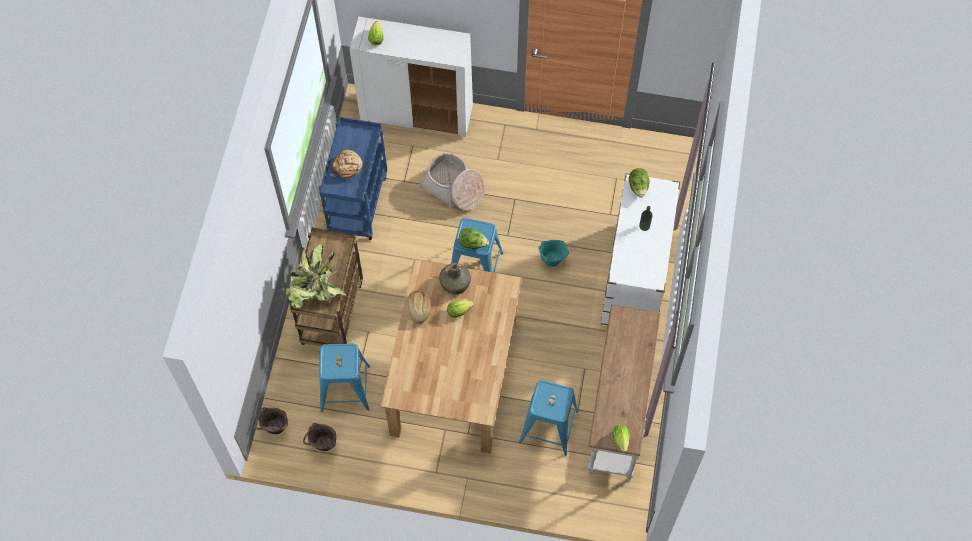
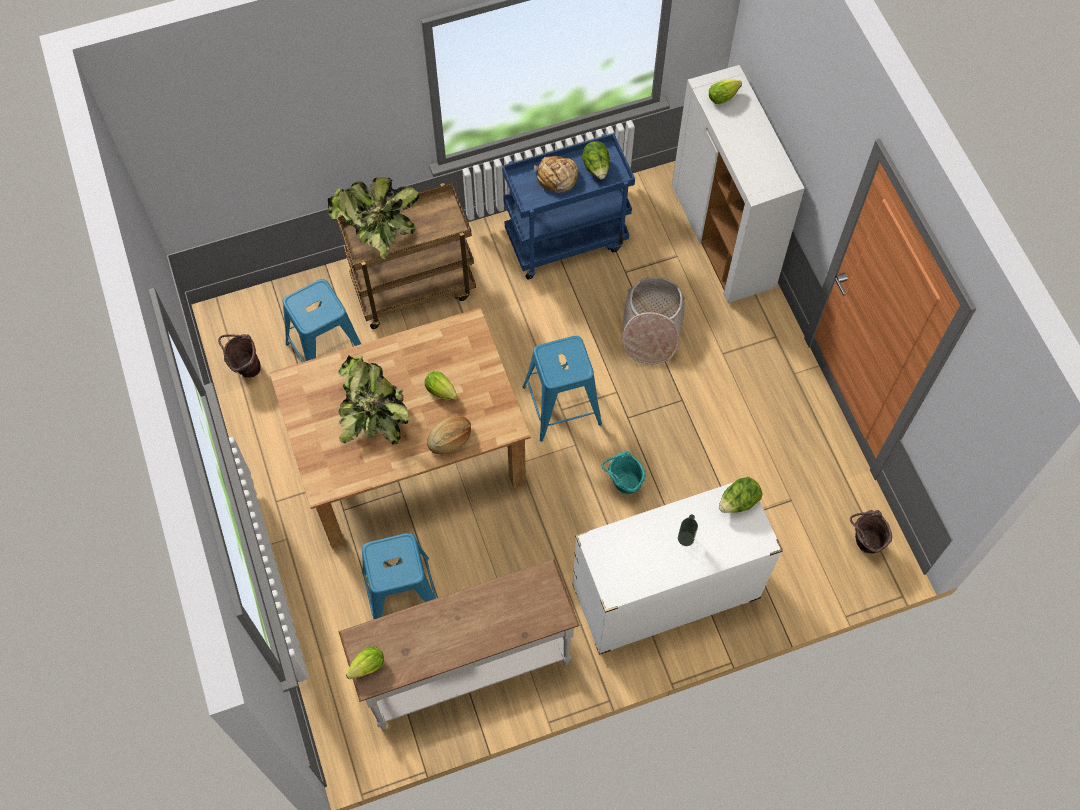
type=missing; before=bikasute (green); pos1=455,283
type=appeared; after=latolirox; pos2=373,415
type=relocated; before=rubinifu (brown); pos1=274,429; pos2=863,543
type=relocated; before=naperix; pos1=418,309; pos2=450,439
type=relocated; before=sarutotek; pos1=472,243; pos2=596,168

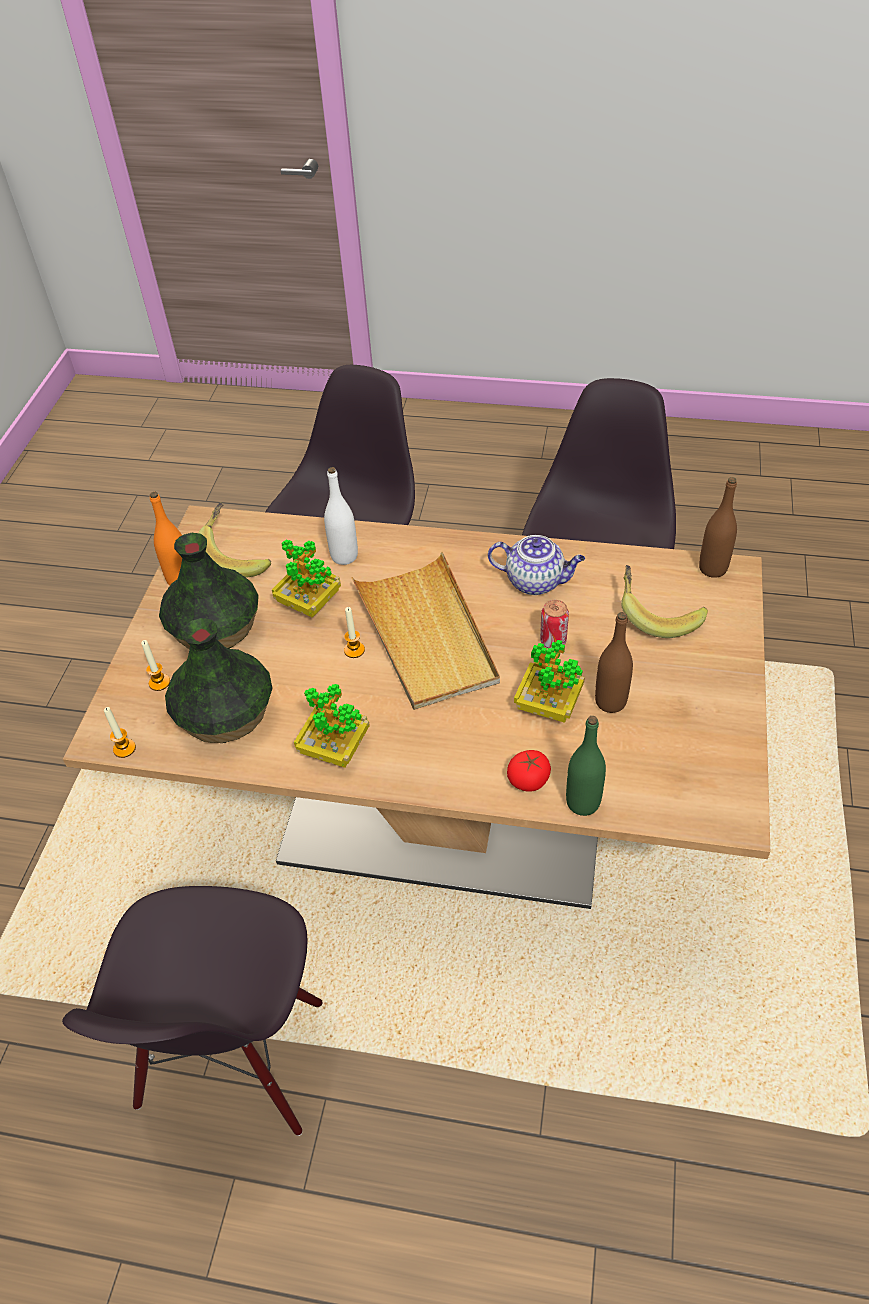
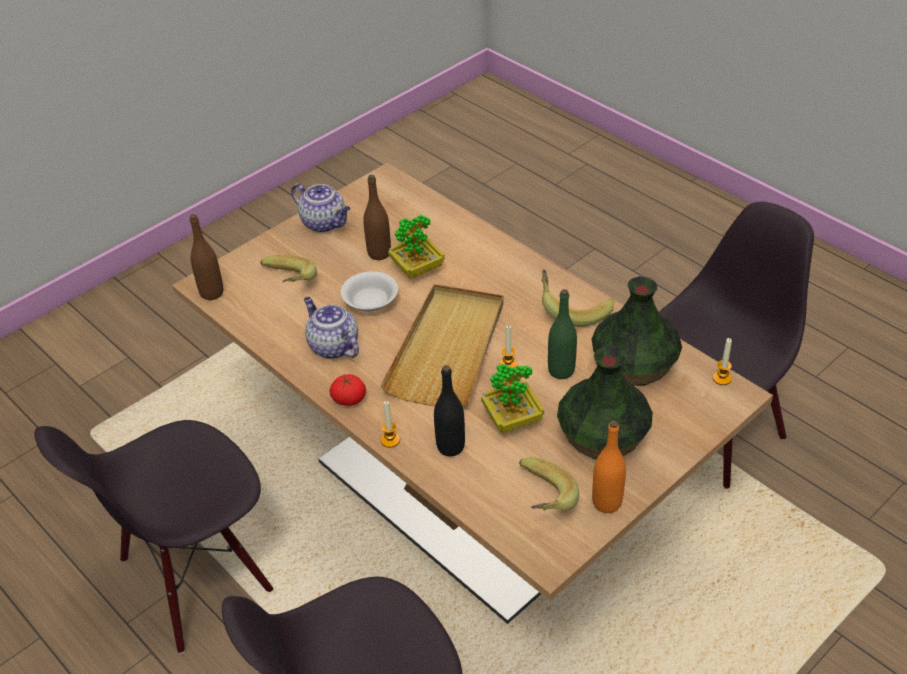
type=appeared; after=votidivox; pos2=325,223
type=relocated; before=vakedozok; pos1=159,682; pos2=390,440
type=relocated; before=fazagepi; pos1=528,779; pos2=349,398
type=relocated; before=bikasute (green); pos1=583,802; pos2=561,370
type=exchanged; before=latolirox; after=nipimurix; pos1=334,748; pos2=573,309
type=exchanged; before=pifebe; after=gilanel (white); pos1=553,641; pos2=370,302
type=colour; before=bikasute (white); after=bikasute (black); pos1=344,556; pos2=450,446

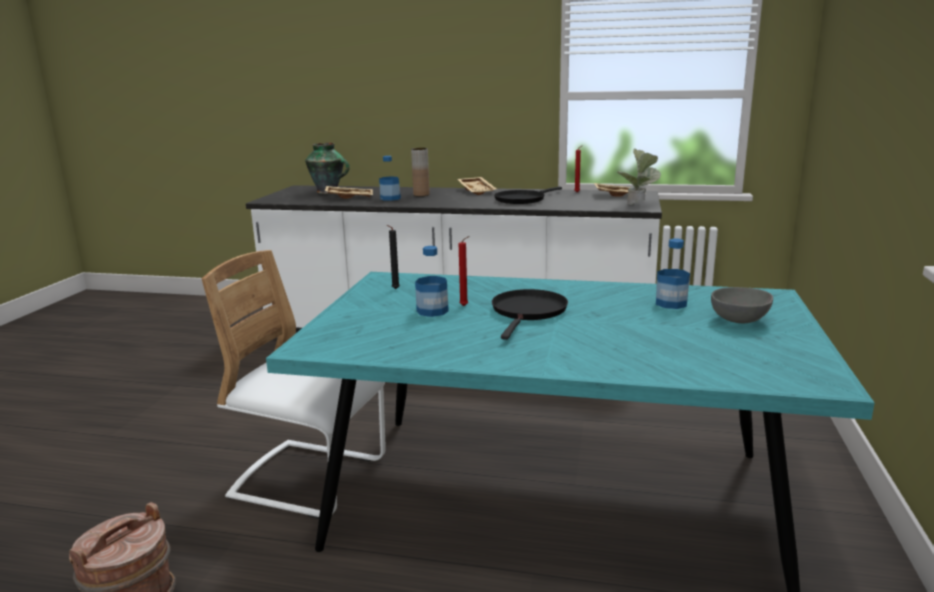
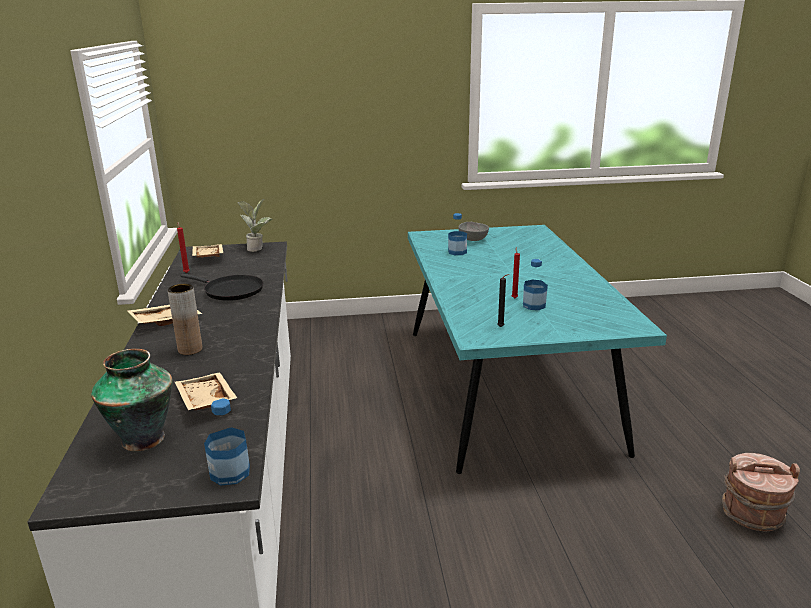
type=missing; before=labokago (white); pos1=309,479
type=missing; before=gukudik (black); pos1=528,312
type=relocated; before=bikasute; pos1=390,198; pos2=230,472

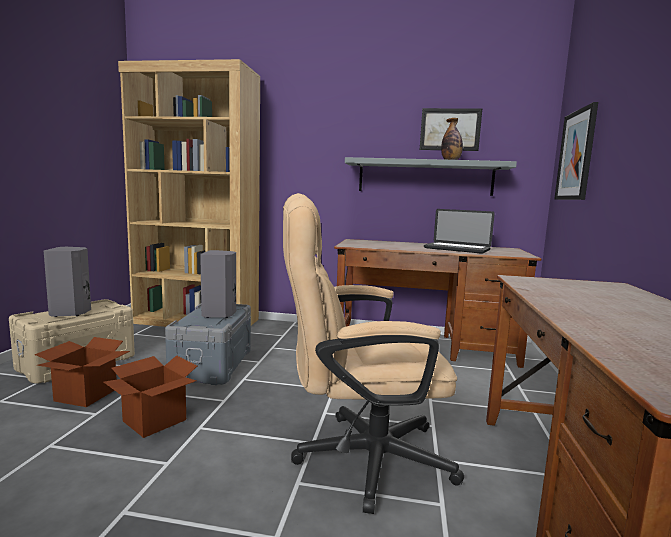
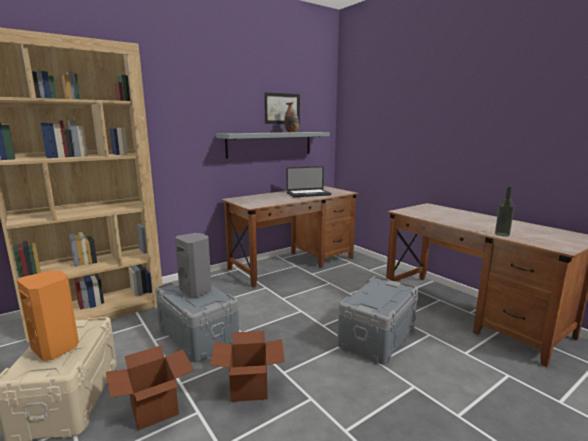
type=missing; before=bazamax; pos1=576,155
type=appeared; after=bikasute; pos2=502,234
type=exchanged; before=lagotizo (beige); after=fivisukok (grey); pos1=358,458; pos2=376,336
type=colour; before=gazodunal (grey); after=gazodunal (orange); pos1=72,313; pos2=57,348

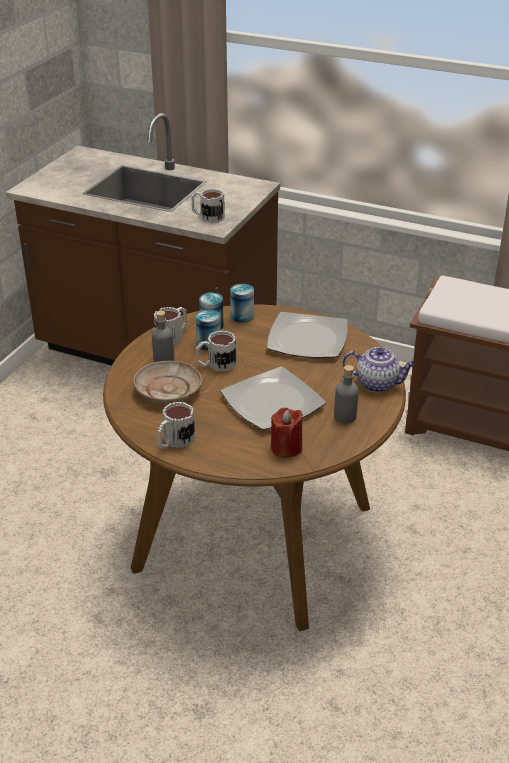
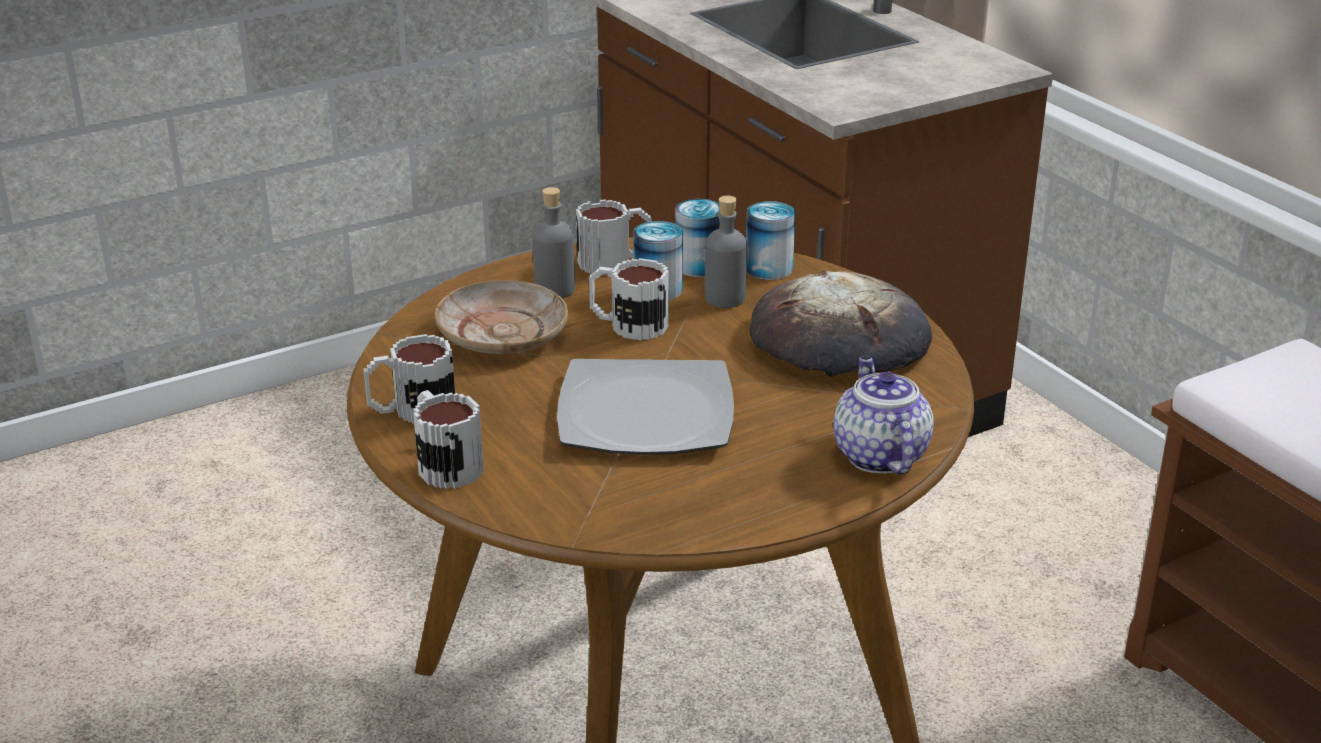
type=missing; before=vakedozok (red); pos1=286,448
type=relocated; before=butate; pos1=207,217; pos2=444,463
type=relocated; before=bikasute (grey); pos1=345,417; pos2=725,298
type=exchanged; before=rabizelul; after=naperix; pos1=308,339; pos2=839,340
type=spun; before=votidivox; pos1=378,384; pos2=878,455; turn=-150

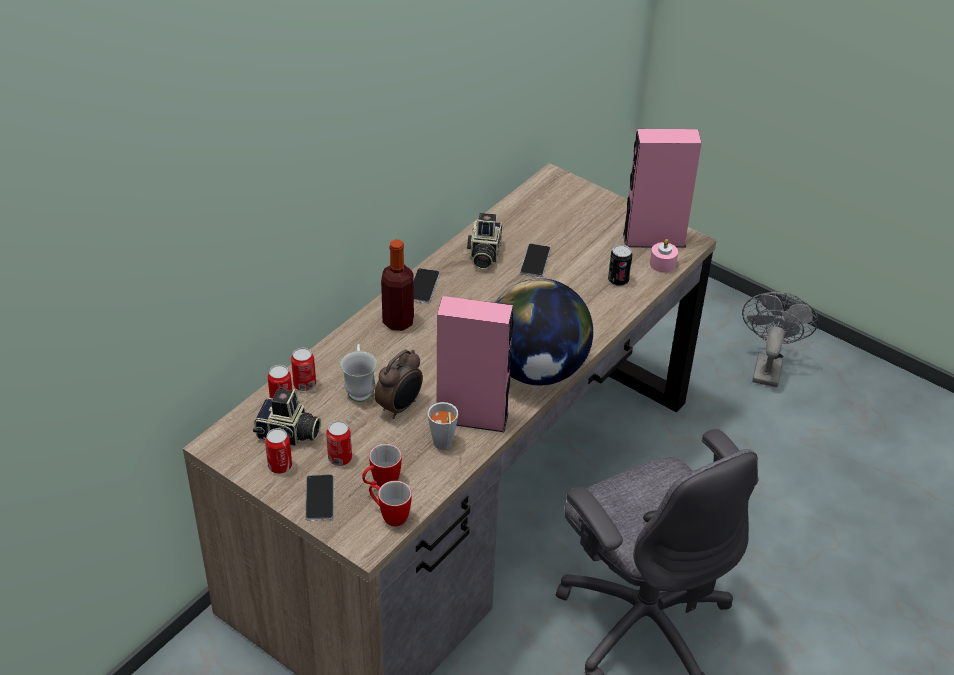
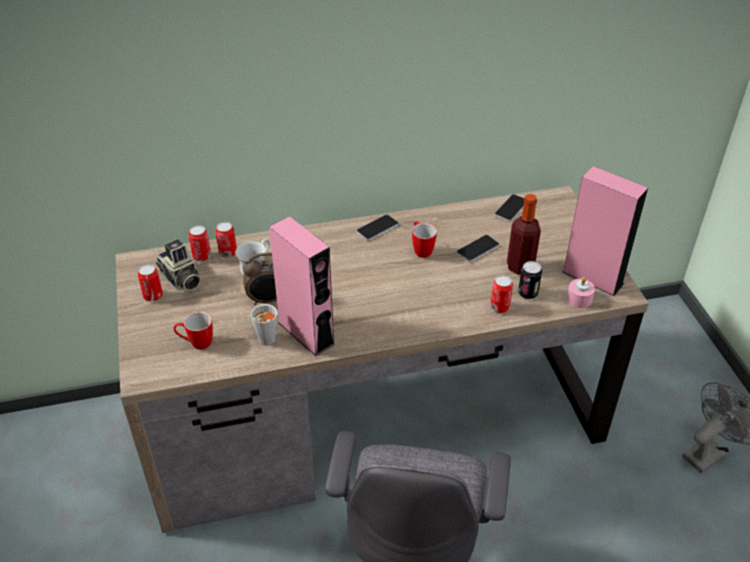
type=missing; before=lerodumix; pos1=483,255
type=missing; before=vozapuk; pos1=537,370
type=relocated; before=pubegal; pos1=320,498; pos2=511,208
type=relocated; before=pifebe; pos1=340,458; pos2=499,307
type=relocated; before=butate; pos1=389,515; pos2=421,249
type=relocated; before=bikasute; pos1=398,321; pos2=520,266

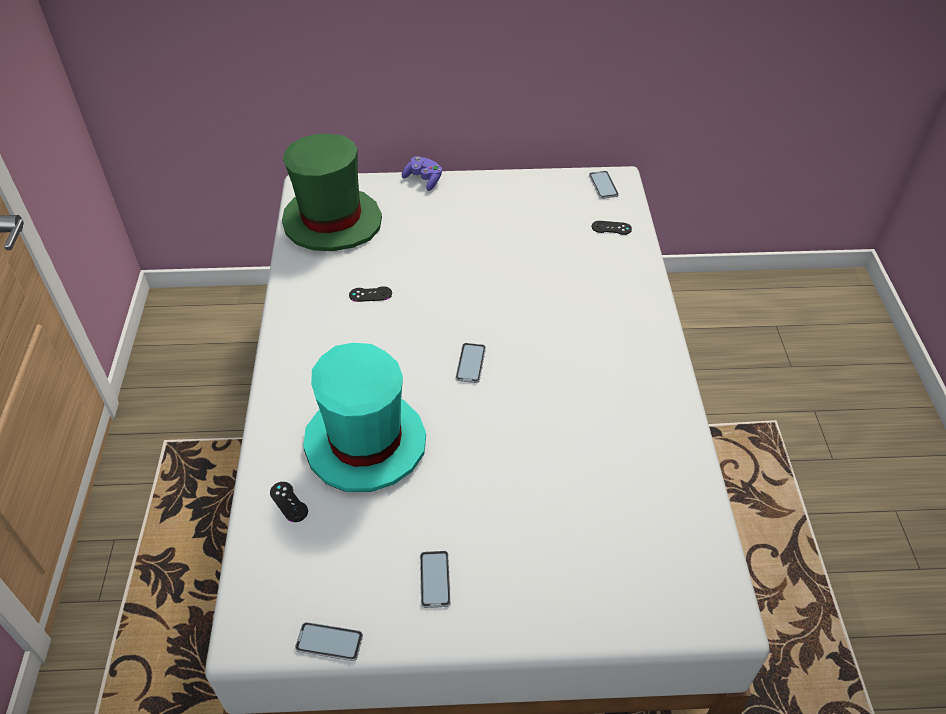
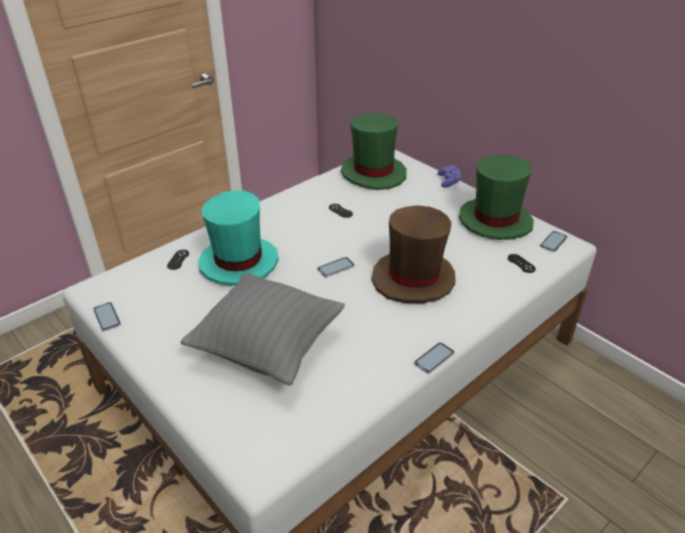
type=appeared; after=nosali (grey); pos2=268,347
type=appeared; after=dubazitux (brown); pos2=413,279
type=appeared; after=dubazitux (green); pos2=495,221
type=relocated; before=pubegal; pos1=435,579; pos2=434,358

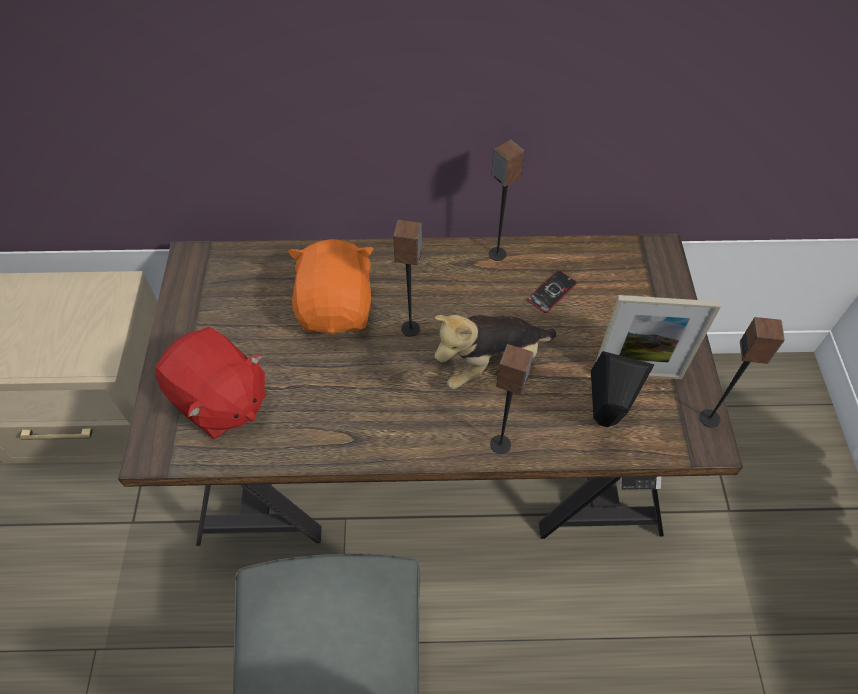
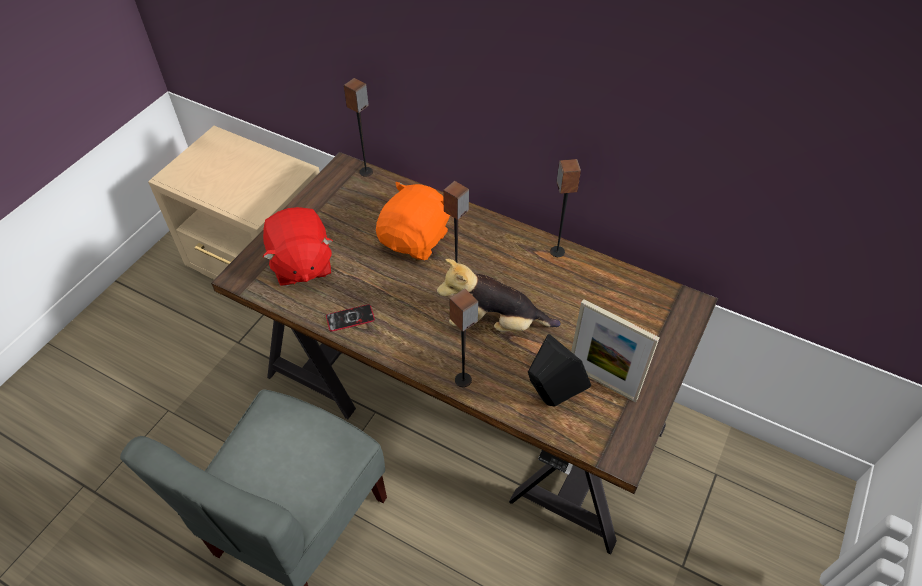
type=relocated; before=pubegal; pos1=552,292; pos2=350,318
type=relocated; before=gazodunal; pos1=710,418; pos2=366,172

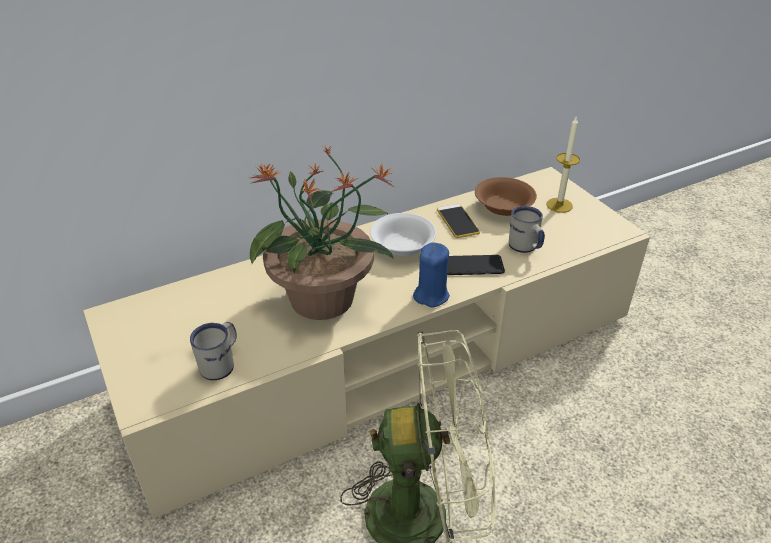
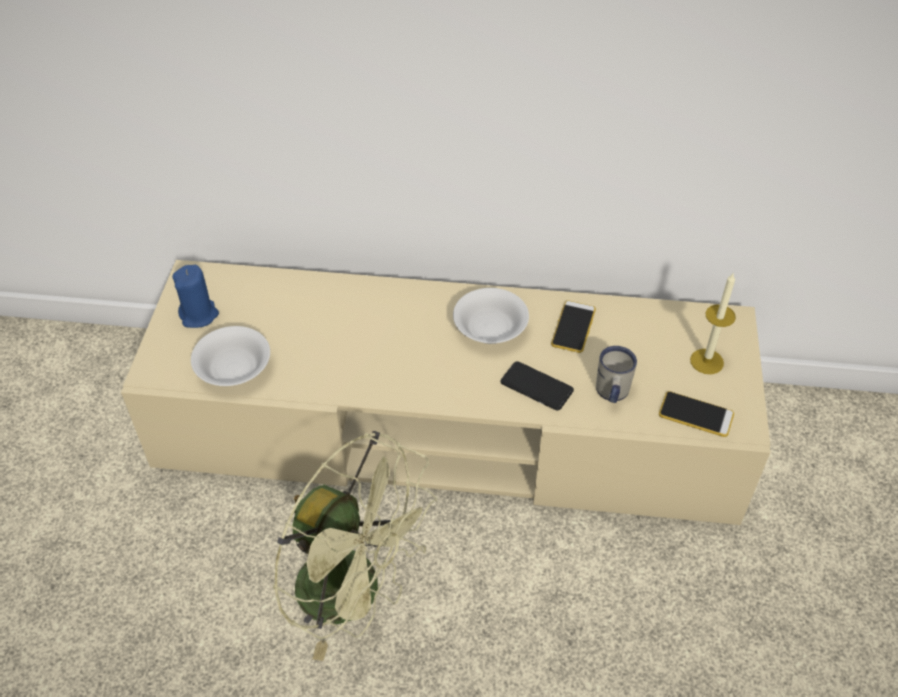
type=missing; before=latolirox; pos1=324,300
type=missing; before=gilanel (brown); pos1=503,207
type=appeared; after=pubegal; pos2=696,414
type=relocated; before=vakedozok (blue); pos1=431,295; pos2=199,315
type=exchanged; before=butate (white); after=gilanel (white); pos1=221,364; pos2=234,368

